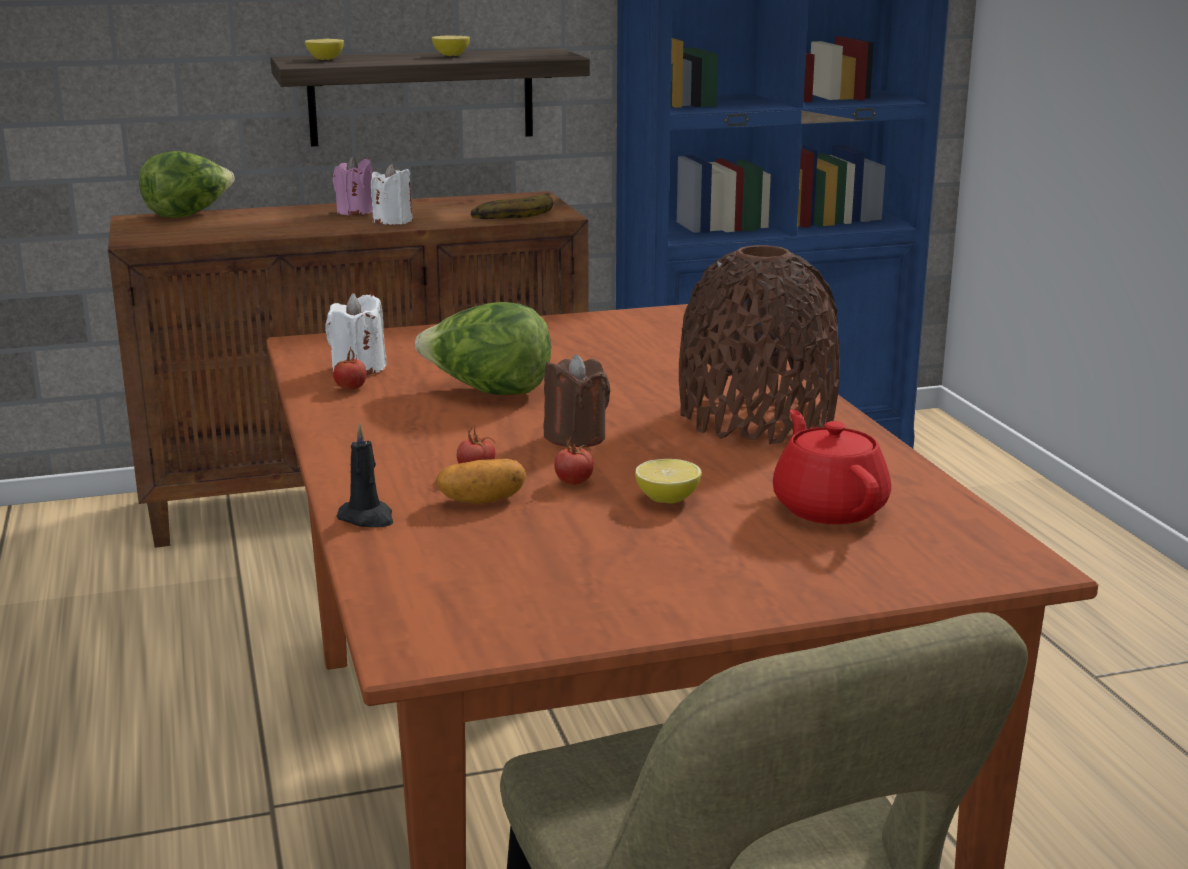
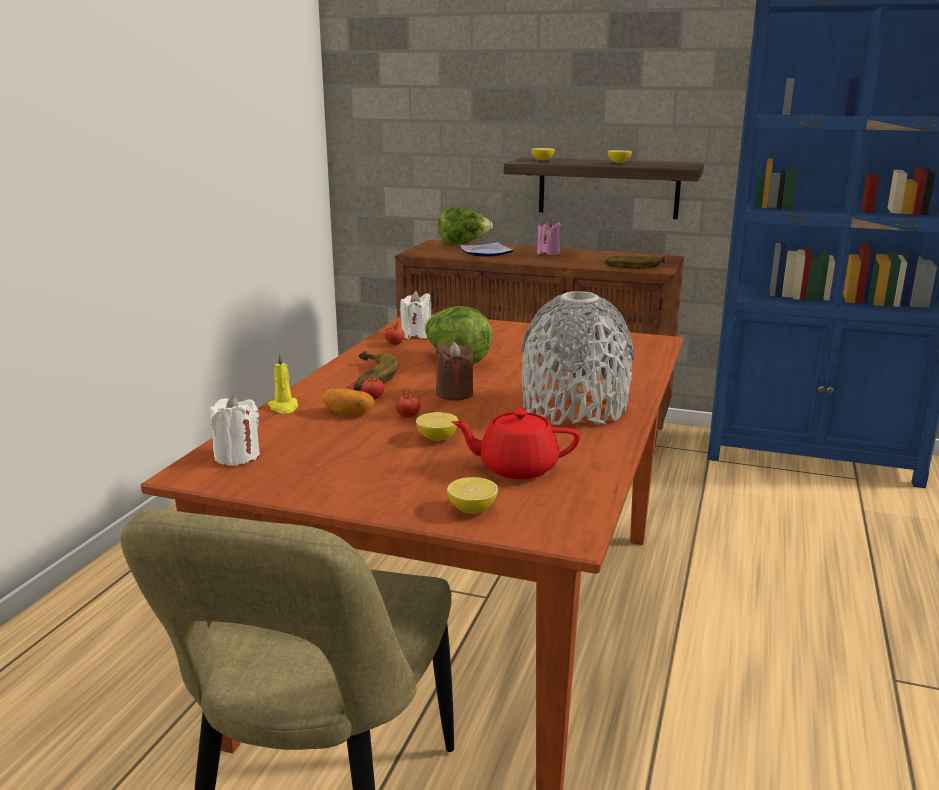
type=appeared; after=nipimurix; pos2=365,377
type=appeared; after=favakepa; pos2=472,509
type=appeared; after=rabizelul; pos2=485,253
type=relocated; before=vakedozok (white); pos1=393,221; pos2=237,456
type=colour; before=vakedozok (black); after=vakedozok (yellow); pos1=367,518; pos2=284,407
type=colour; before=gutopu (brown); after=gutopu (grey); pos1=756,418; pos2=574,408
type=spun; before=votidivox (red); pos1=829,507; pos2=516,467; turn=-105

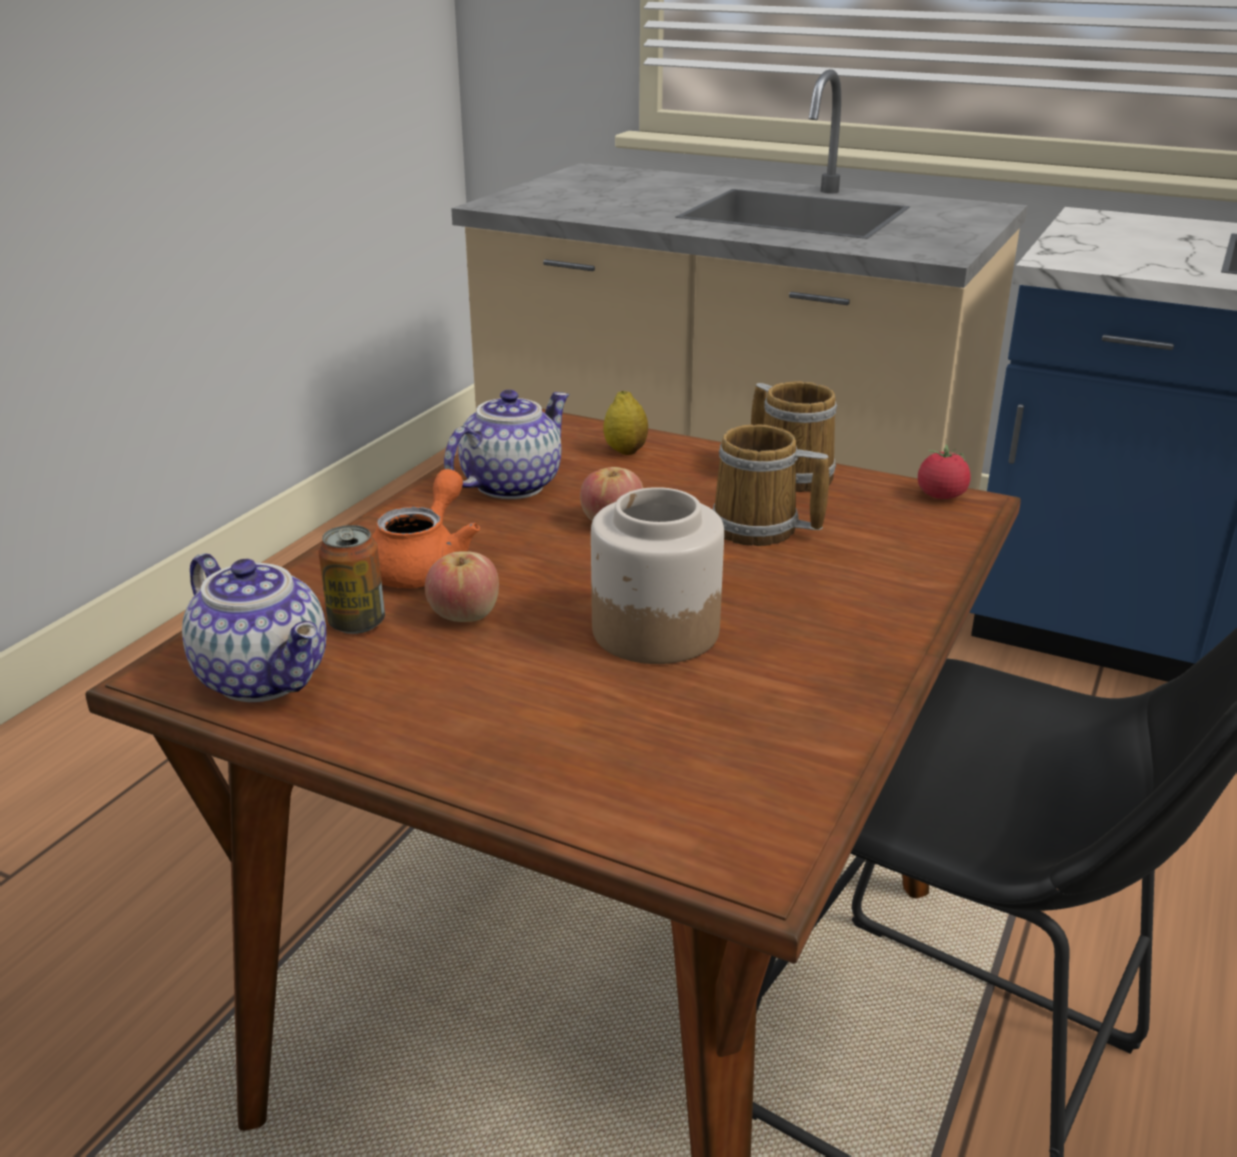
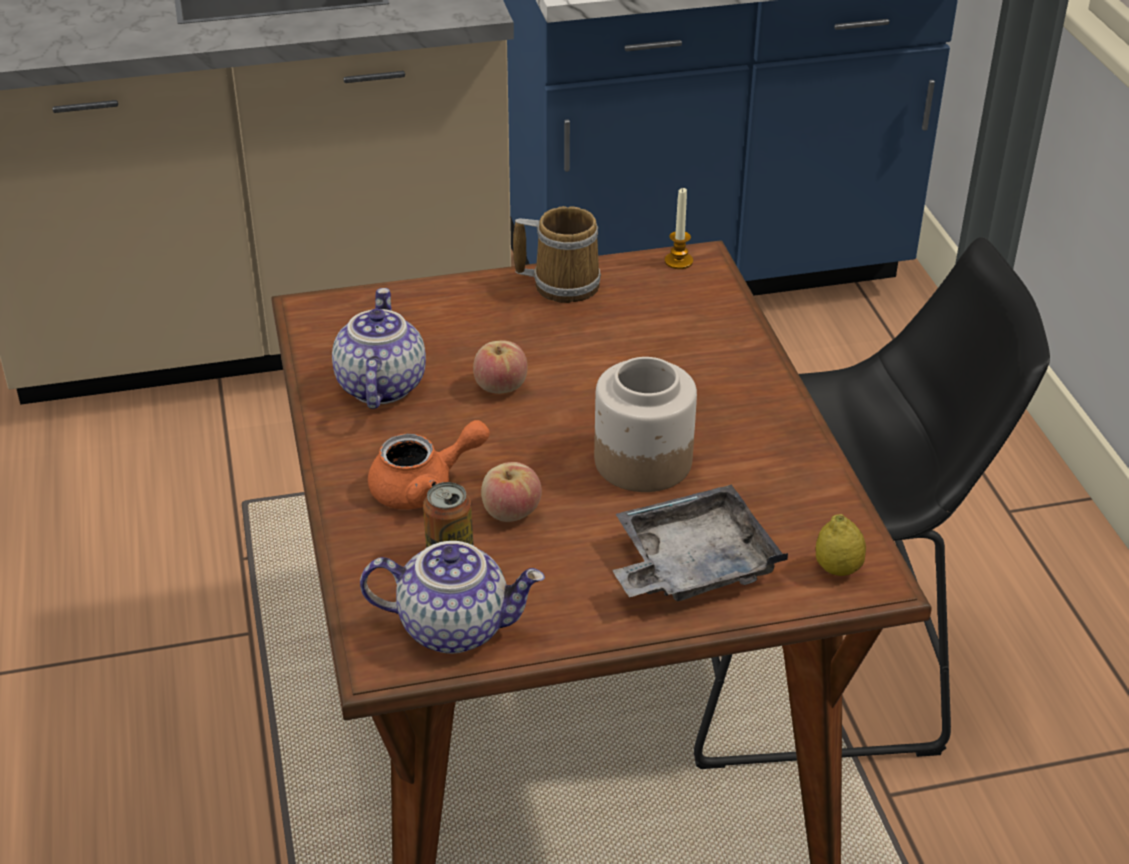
type=missing; before=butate; pos1=760,529
type=appeared; after=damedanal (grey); pos2=692,564
type=relocated; before=favakepa; pos1=625,451; pos2=837,569
type=exchanged; before=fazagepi; after=vakedozok; pos1=941,496; pos2=678,261
type=spun; before=votidivox (orange); pos1=425,565; pos2=424,487; turn=90

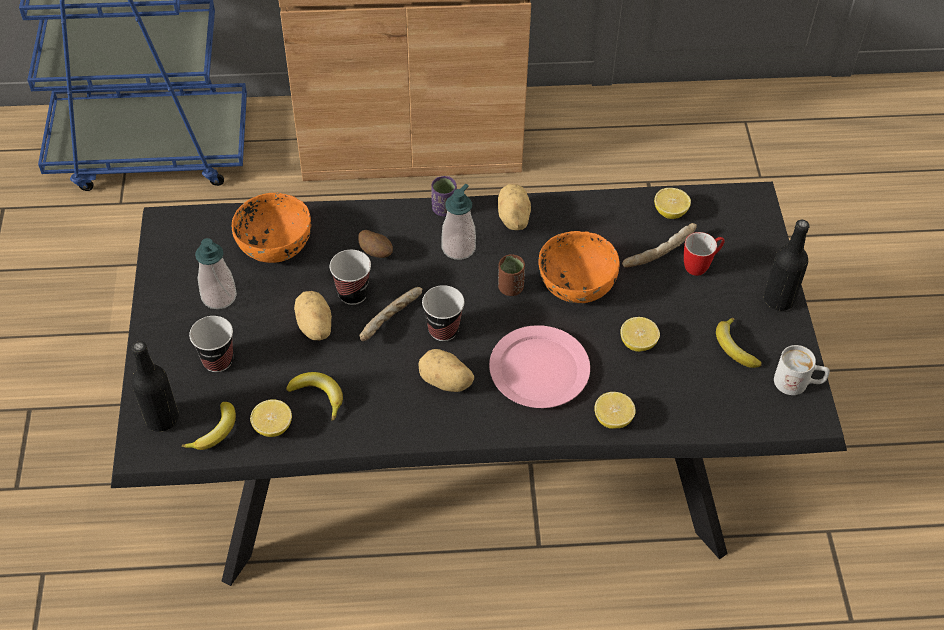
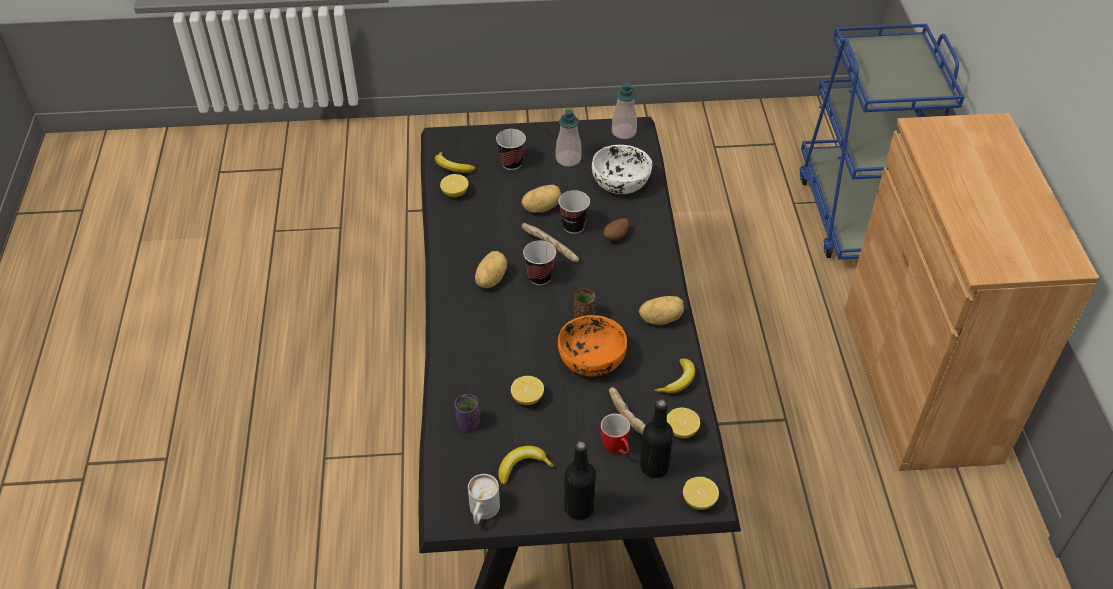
type=missing; before=rabizelul (pink); pos1=538,369
type=relocated; before=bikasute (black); pos1=162,418; pos2=654,467
type=relocated; before=nipimurix; pos1=319,396; pos2=678,381
type=relocated; before=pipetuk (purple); pos1=444,209; pos2=468,423
type=relocated; before=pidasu; pos1=458,248; pos2=624,132
type=relocated; before=favakepa; pos1=613,419; pos2=699,501
type=colour; before=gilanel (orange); after=gilanel (white); pos1=274,243; pos2=621,182

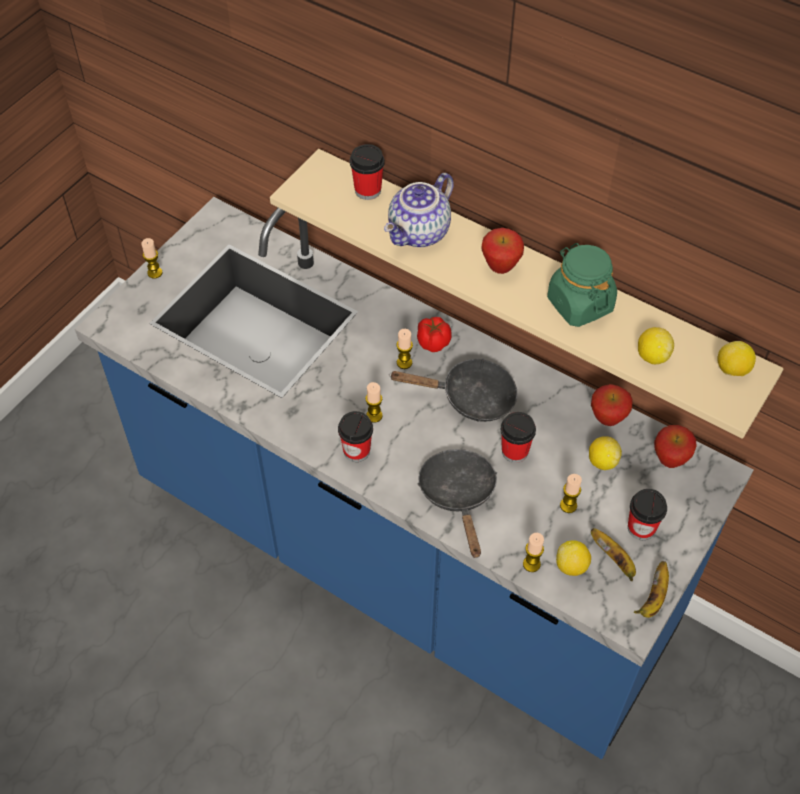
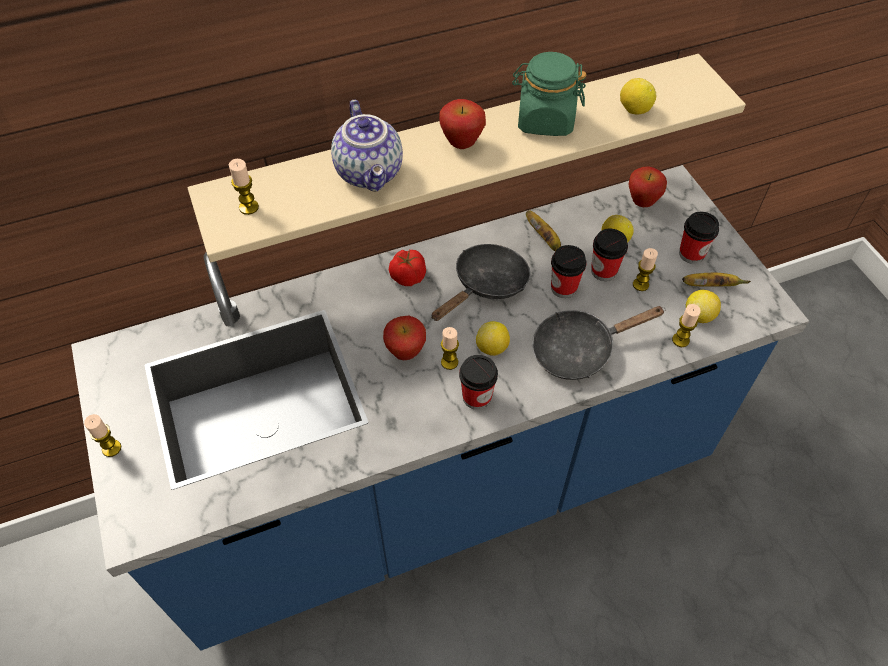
type=relocated; before=pipetuk; pos1=368,190; pos2=603,271
type=relocated; before=vakedozok; pos1=404,362; pos2=249,207
type=relocated; before=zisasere; pos1=607,419; pos2=405,353
type=relocated; before=nipimurix; pos1=653,598; pos2=544,239
type=relocated; before=favakepa; pos1=732,370; pos2=492,348
type=spun; before=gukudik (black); pos1=459,495; pos2=579,349; turn=-45

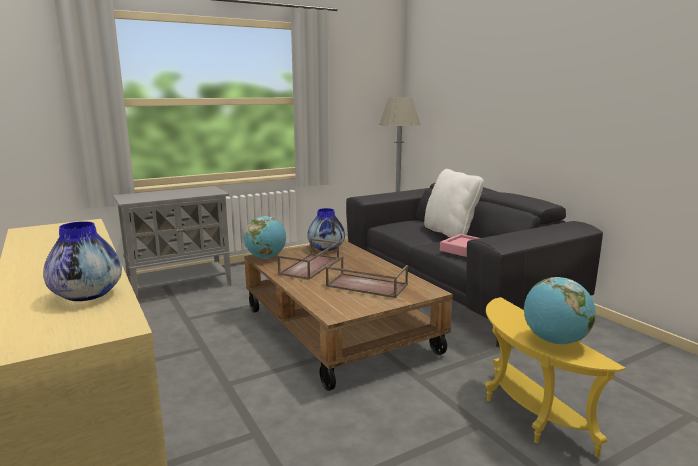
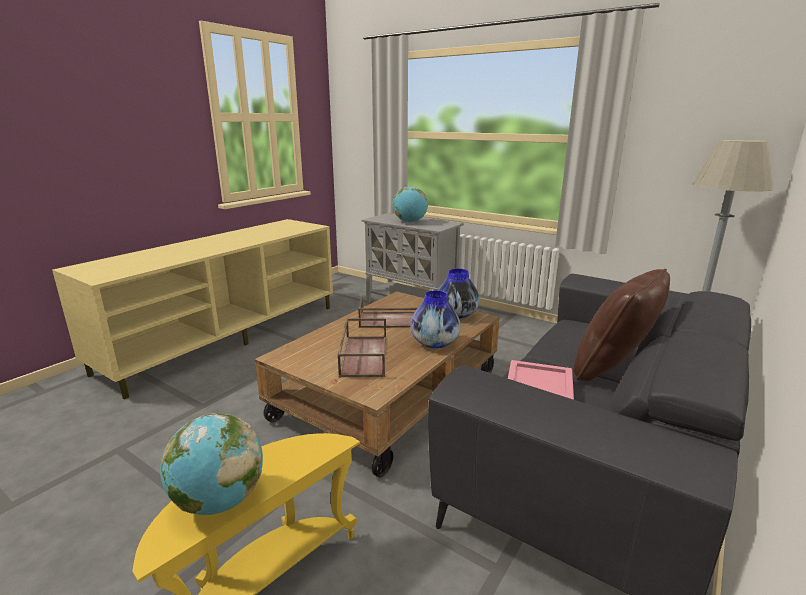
type=relocated; before=gutopu; pos1=88,295; pos2=435,343
type=relocated; before=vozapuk; pos1=266,257; pos2=410,222
type=colour; before=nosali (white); after=nosali (brown); pos1=450,233; pos2=613,369

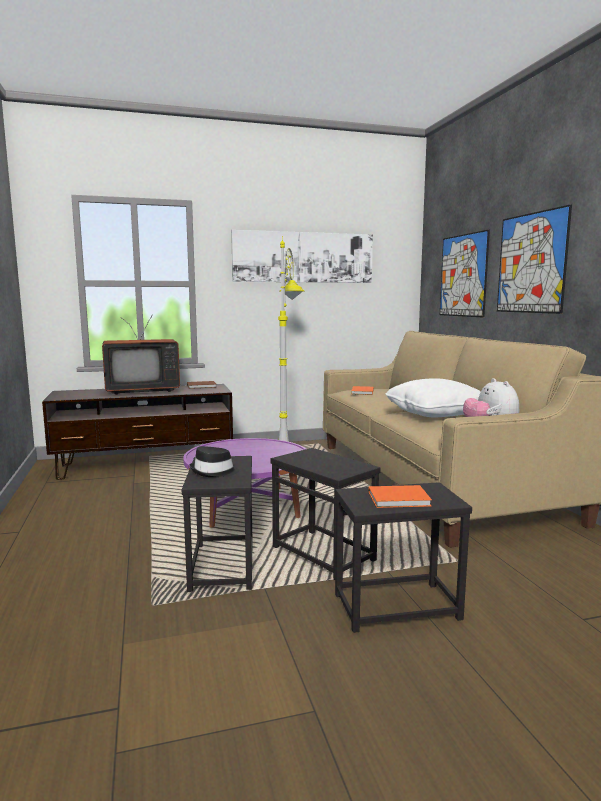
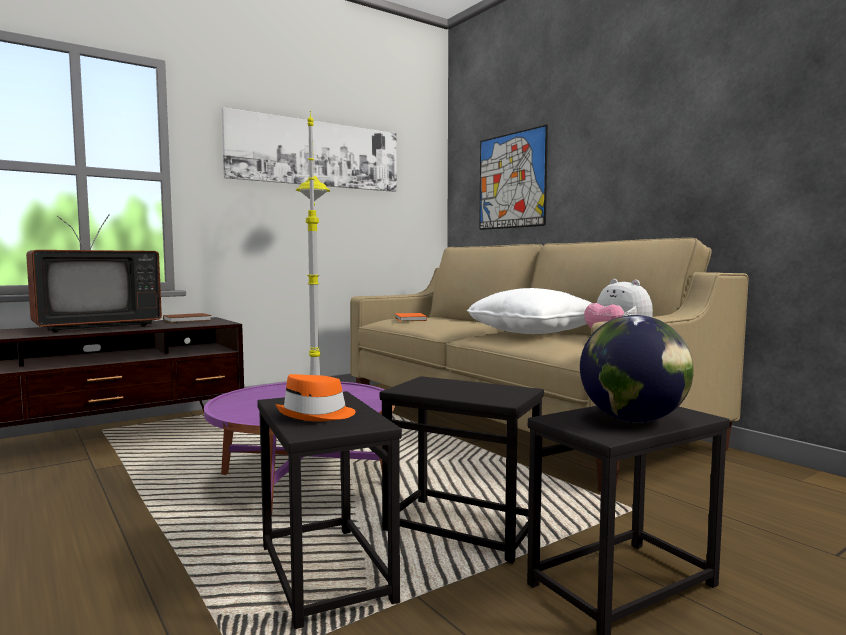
type=missing; before=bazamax; pos1=531,263
type=exchanged; before=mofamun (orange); after=vozapuk; pos1=400,499; pos2=633,420
type=colour; before=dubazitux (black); after=dubazitux (orange); pos1=214,472; pos2=317,415

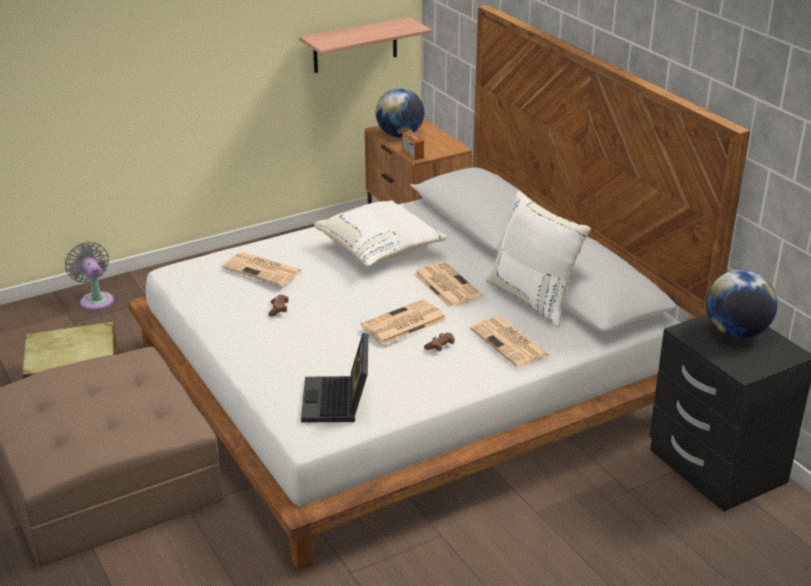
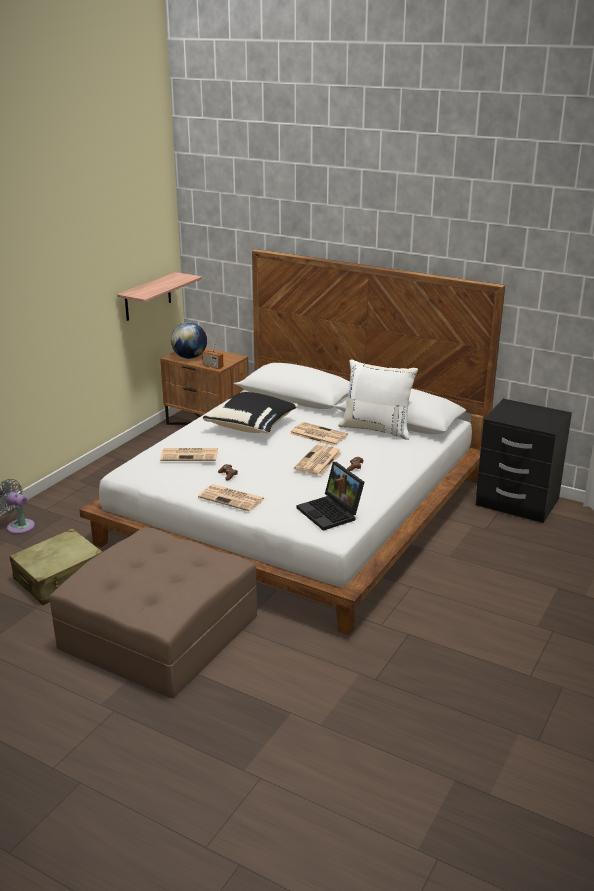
type=missing; before=vozapuk; pos1=736,332
type=relocated; before=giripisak; pos1=510,343; pos2=232,498
type=colour; before=nosali (white); after=nosali (black); pos1=380,250; pos2=252,426

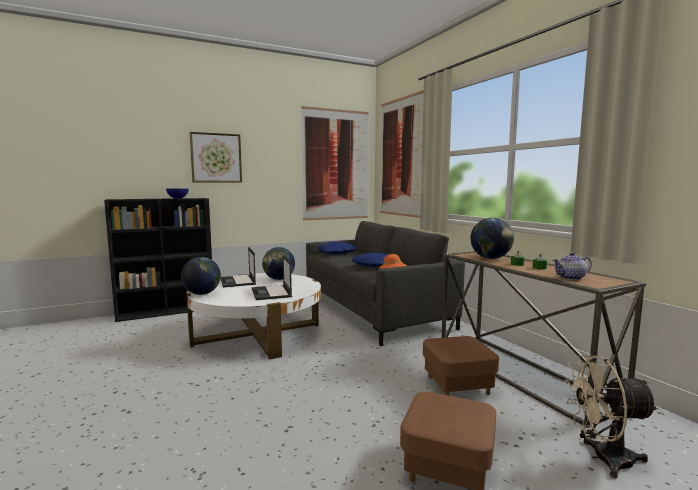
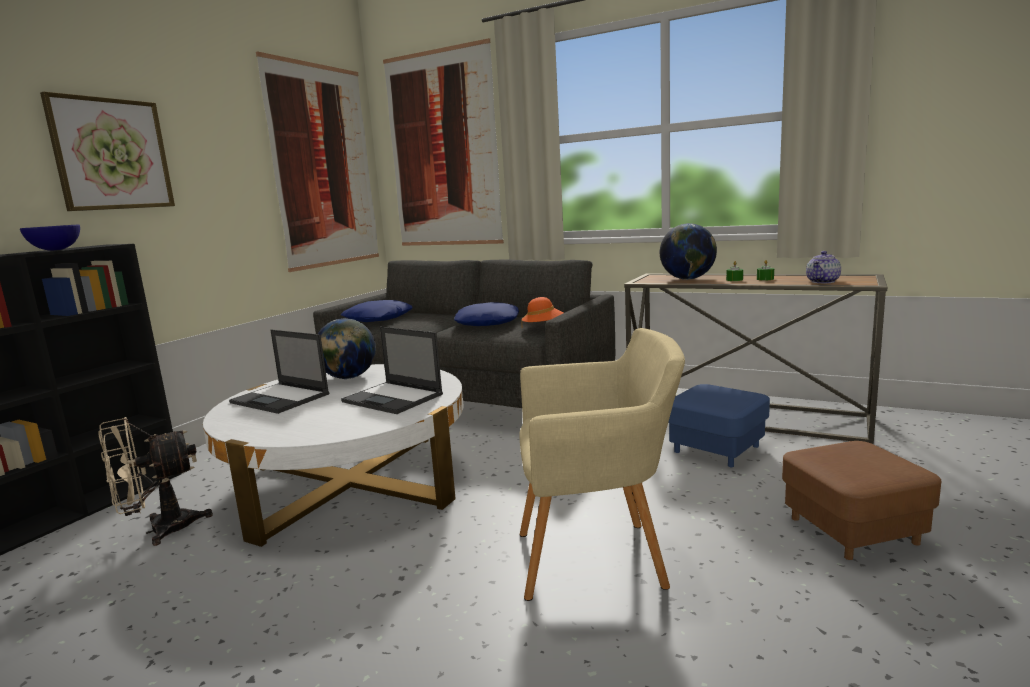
type=missing; before=vozapuk; pos1=202,294
type=appeared; after=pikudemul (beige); pos2=597,558
type=relocated; before=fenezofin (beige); pos1=603,458; pos2=160,530
type=colour; before=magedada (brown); after=magedada (blue); pos1=457,385; pos2=716,449

